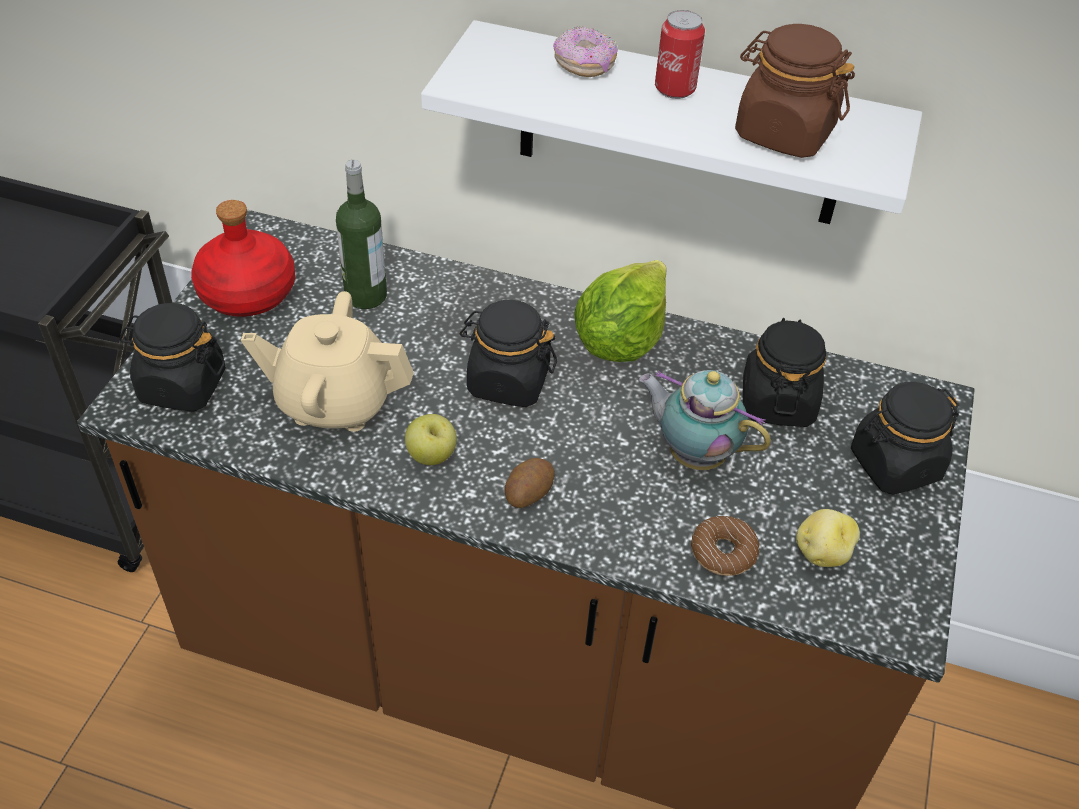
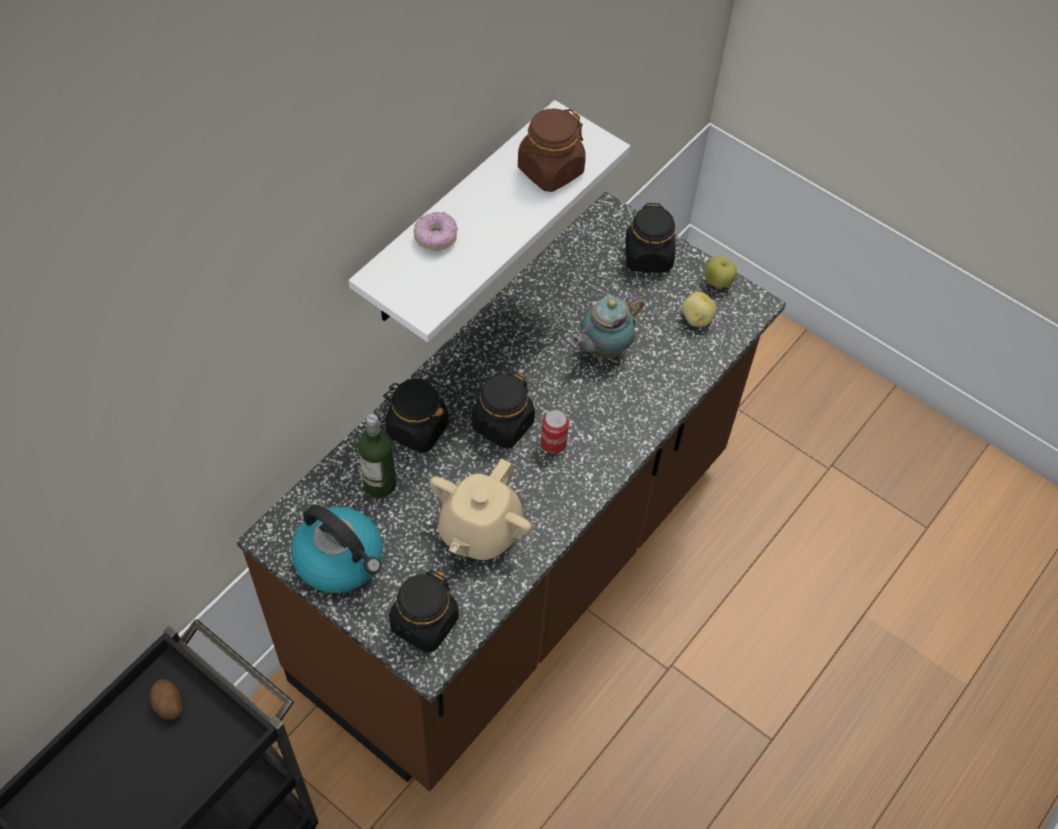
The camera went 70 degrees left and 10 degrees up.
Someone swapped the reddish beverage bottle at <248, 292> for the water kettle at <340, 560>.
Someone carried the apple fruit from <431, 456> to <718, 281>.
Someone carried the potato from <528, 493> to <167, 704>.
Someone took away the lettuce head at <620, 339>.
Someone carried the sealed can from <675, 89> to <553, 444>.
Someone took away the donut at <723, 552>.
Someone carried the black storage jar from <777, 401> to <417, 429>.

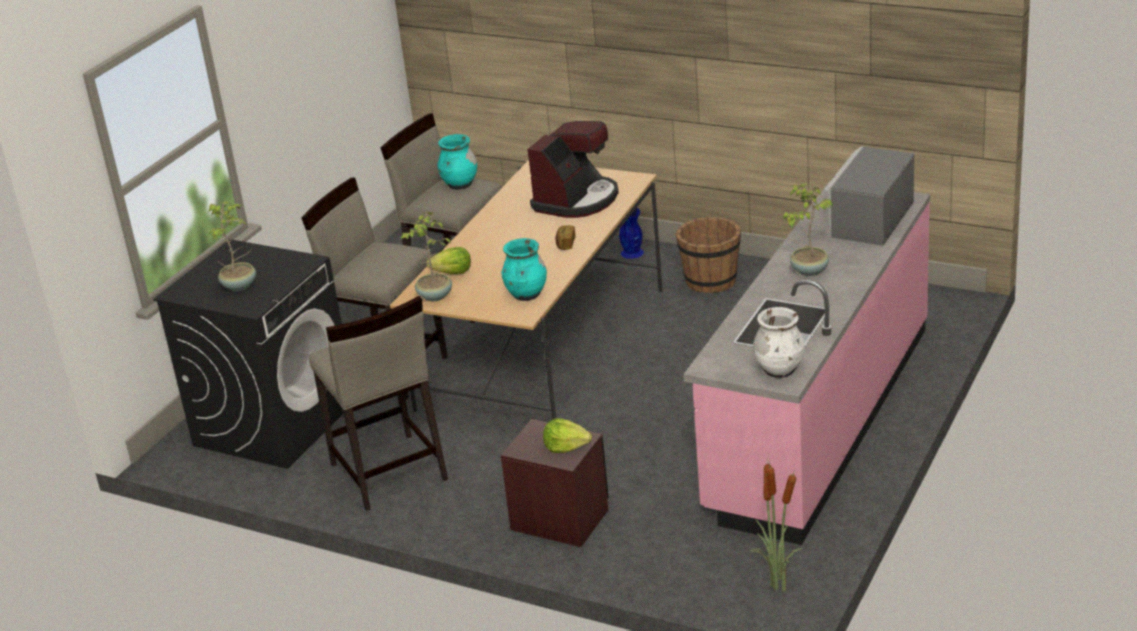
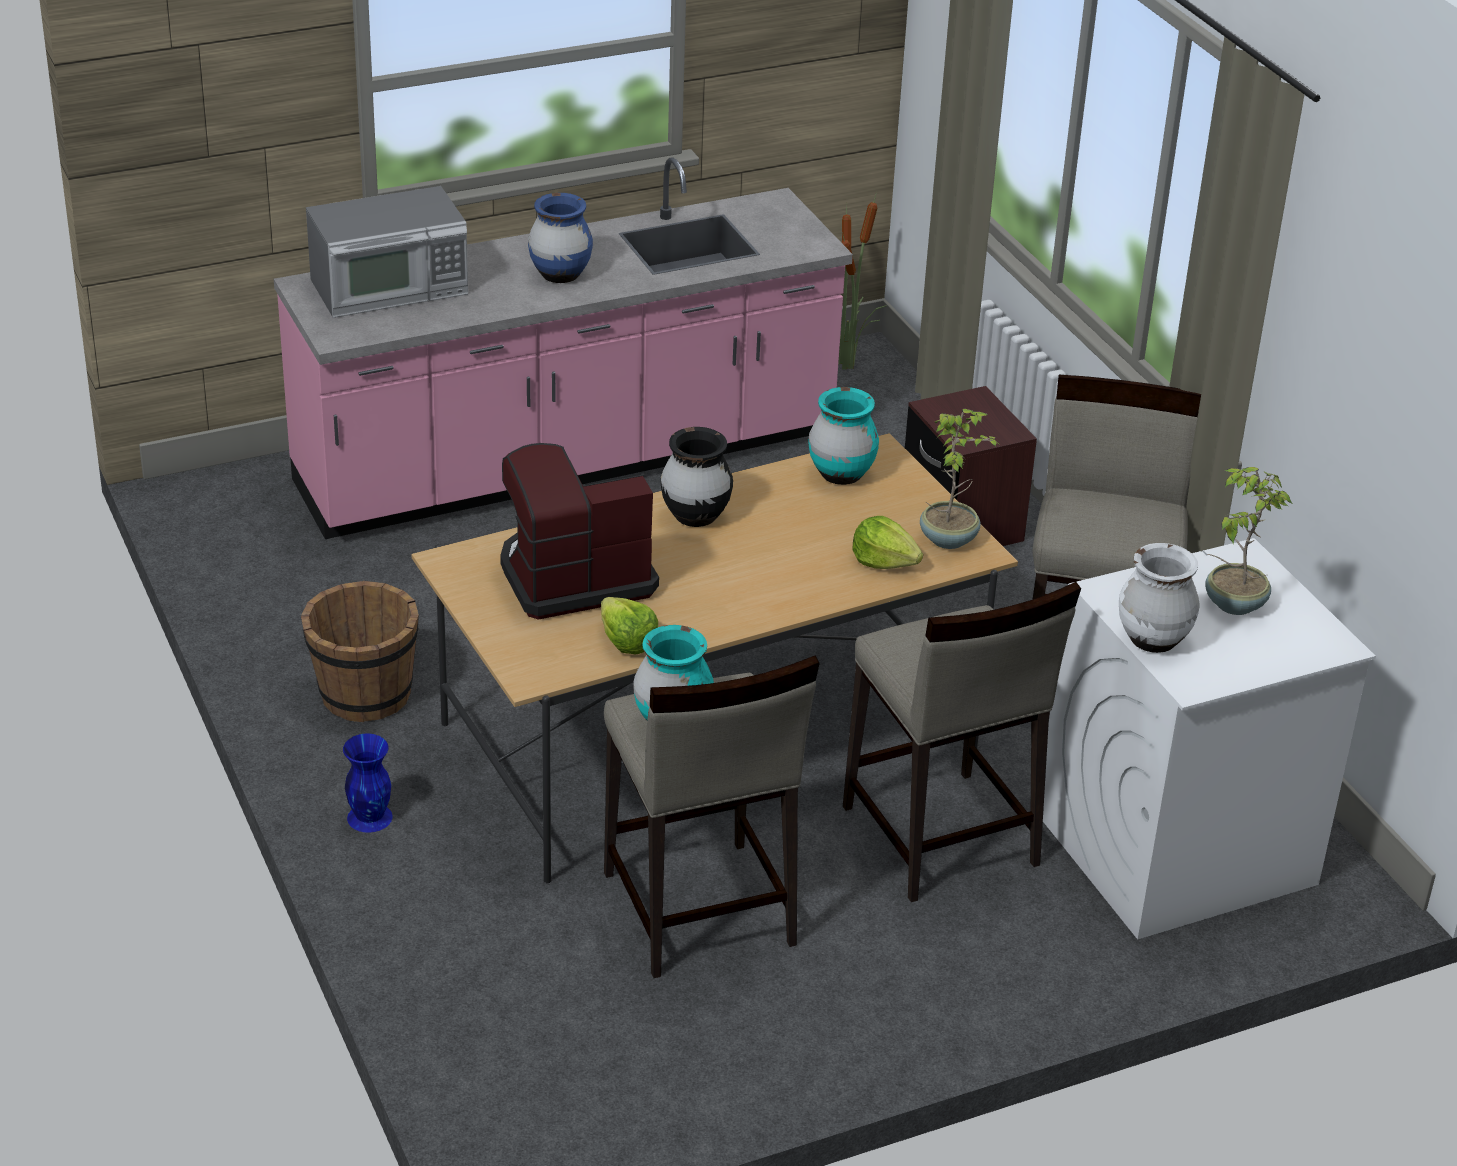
The camera went 145 degrees left and 5 degrees up.
Someone repainted the black laundry appliance at <275, 422>, which became the whitish laundry appliance at <1174, 849>.
Someone carried the lettuce head from <566, 446> to <627, 642>.
Someone swapped the bread at <565, 244> for the black flower vase at <695, 516>.
Someone carried the whitish flower vase from <779, 370> to <1152, 640>.
Someone swapped the houseplant at <808, 270> for the blue-coloured flower vase at <560, 275>.

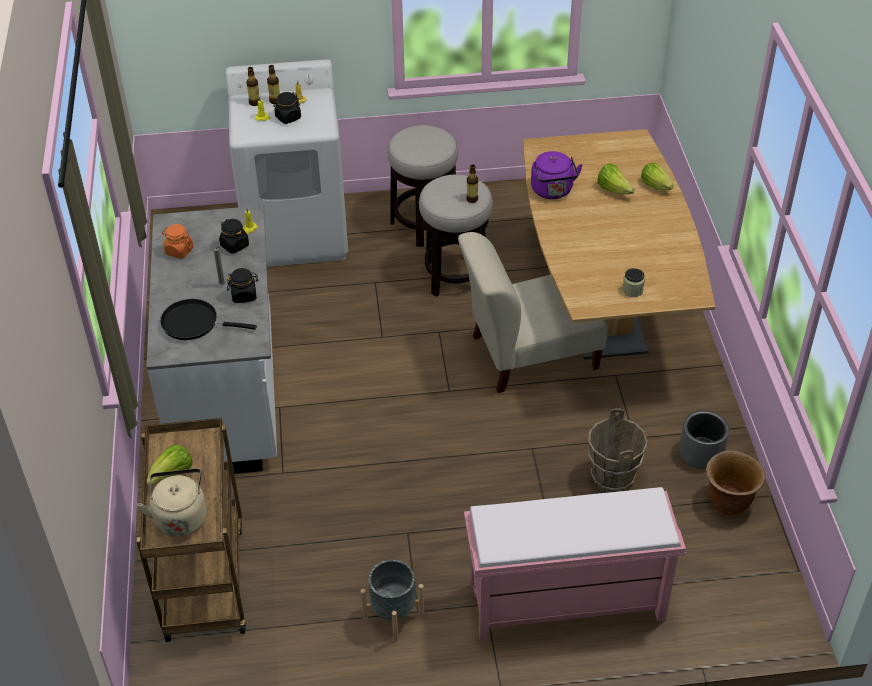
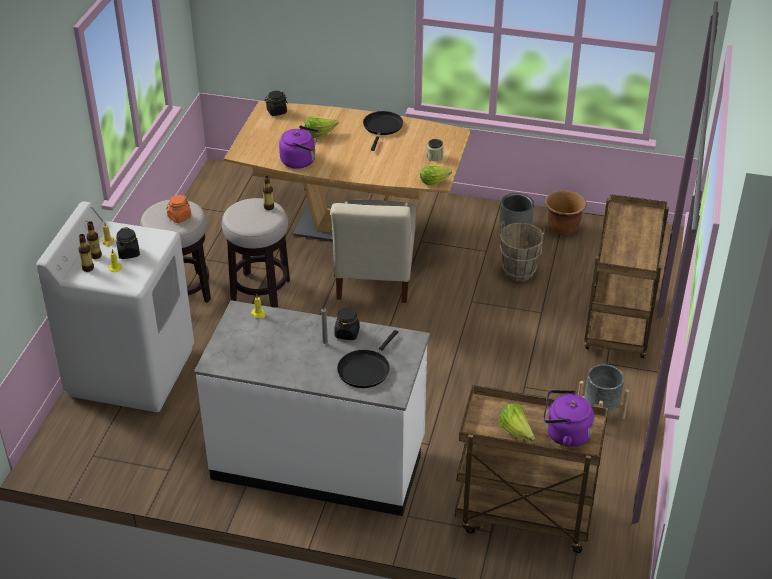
The camera went 70 degrees left and 5 degrees down.
Someone repainted the beige-coloured water kettle at <180, 517>, which became the purple-coloured water kettle at <564, 434>.
Someone carried the orange-coloured storage jar from <179, 251> to <179, 217>.
Someone carried the black storage jar from <234, 245> to <276, 111>.
Someone swapped the pinkish long seat at <565, 603> for the brown trolley at <619, 325>.
Someone carried the lettuce head from <657, 187> to <436, 181>.
Someone put down the black skillet at <382, 128>.

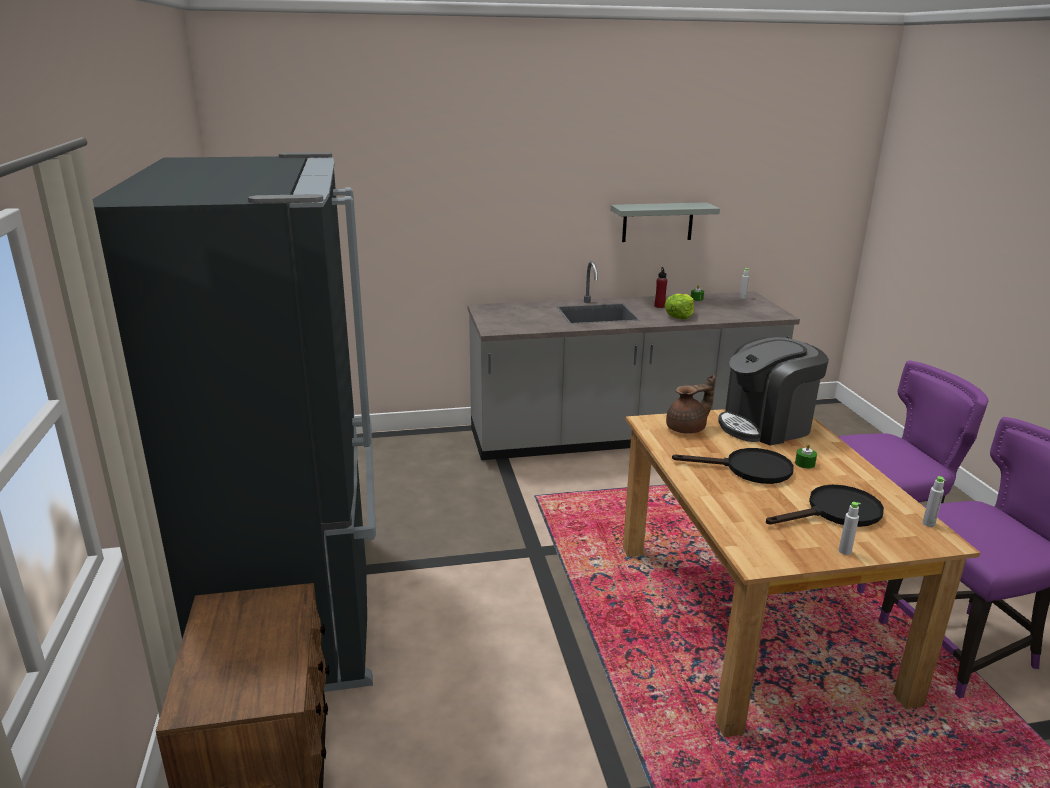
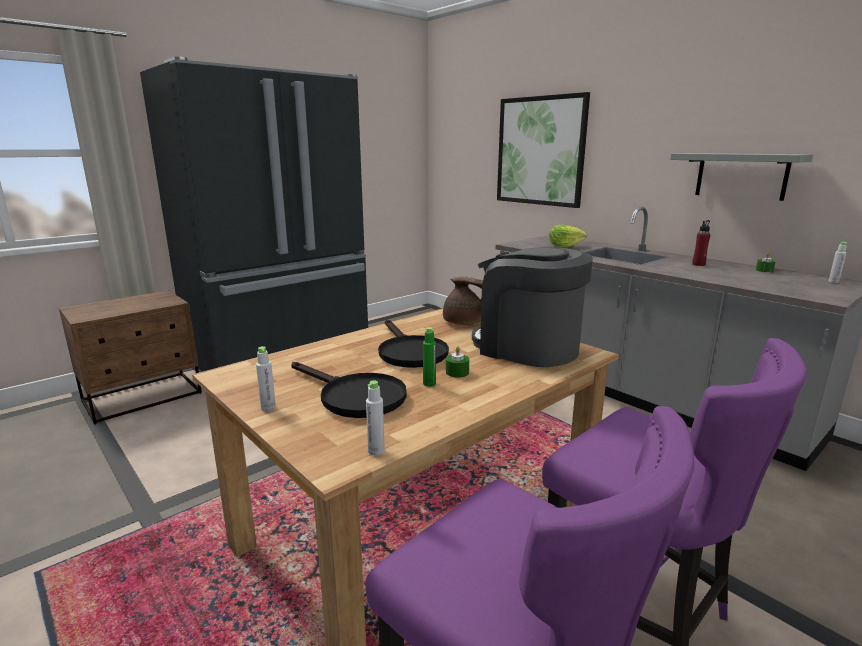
The camera went 60 degrees right and 5 degrees down.
Someone carried the lettuce head from <679, 316> to <564, 246>.
Someone put down the green-coloured beverage bottle at <429, 383>.
Someone put up the wall art at <540, 151>.

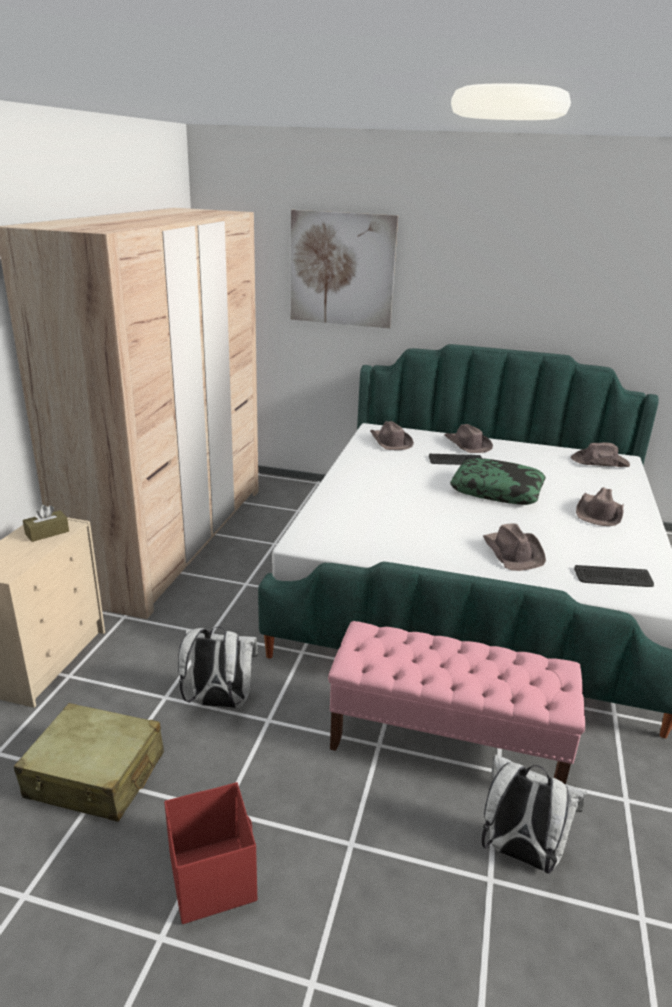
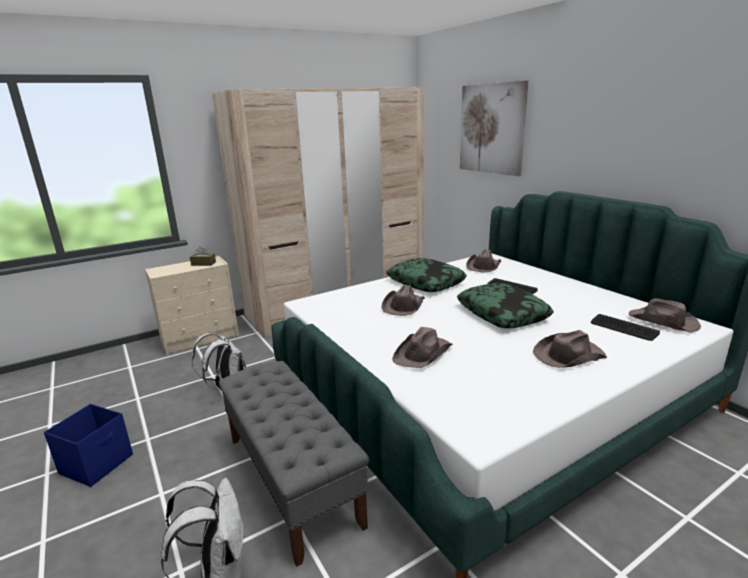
The camera went 45 degrees right and 5 degrees down.
Someone took away the beige-coloured travel case at <95, 776>.
Someone repainted the reddish storage bin at <213, 877>, which became the blue-coloured storage bin at <98, 464>.
Someone repainted the pinkish long seat at <447, 744>, which became the grey long seat at <292, 479>.
Someone carried the brown clothing hat from <467, 445> to <403, 306>.
Someone carried the keyboard from <613, 577> to <623, 328>.
Someone put down the throw pillow at <426, 282>.

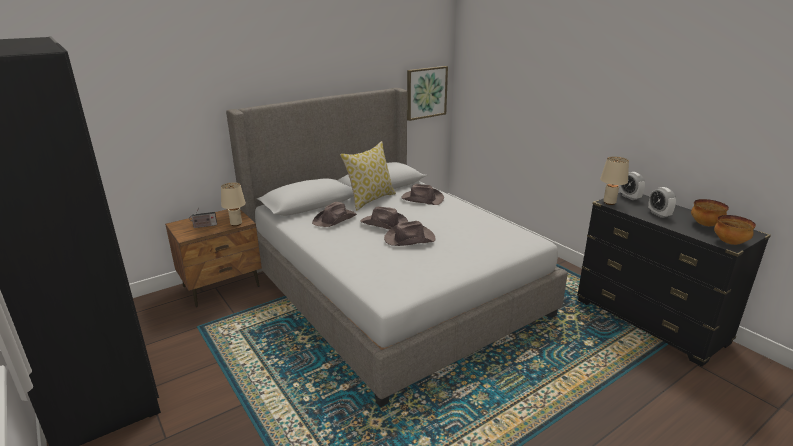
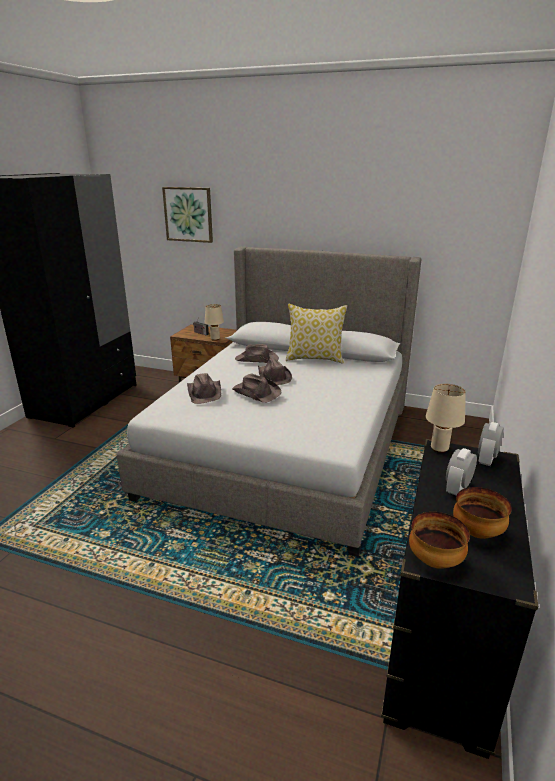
The camera went 55 degrees right and 0 degrees up.
Someone carried the brown clothing hat from <422, 199> to <205, 392>.
Someone carried the wall art from <426, 92> to <188, 214>.

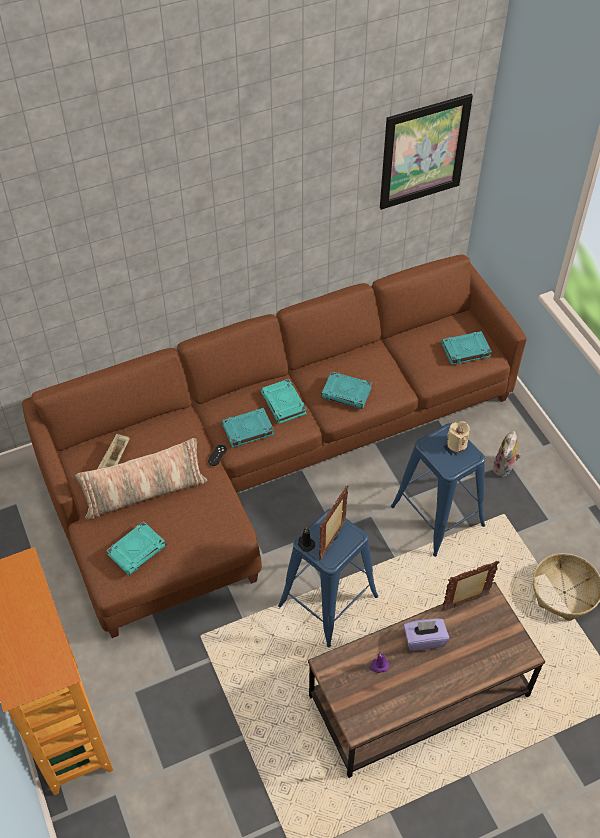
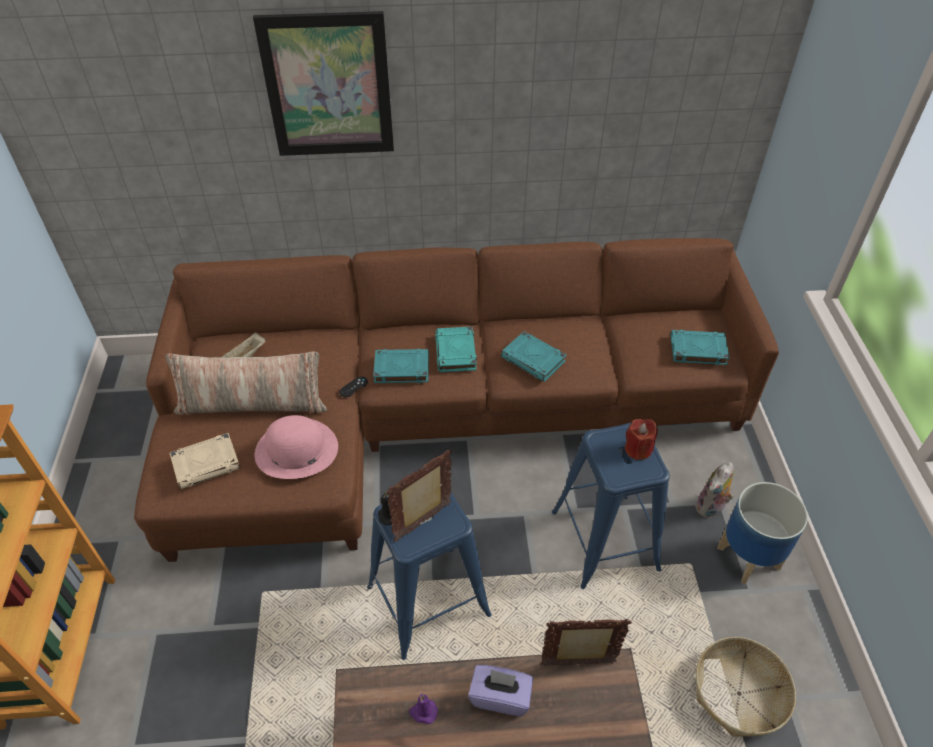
The camera went 20 degrees right and 5 degrees down.
Someone repainted the turquoise-coloured bound book at <137, 550>, which became the beige-coloured bound book at <207, 464>.
Someone carried the wall art from <423, 152> to <328, 86>.
Someone repainted the beige-coloured wax candle at <457, 444>, which became the reddish wax candle at <638, 449>.
Someone put down the pinkish clothing hat at <296, 450>.
Someone put down the plant pot at <749, 557>.

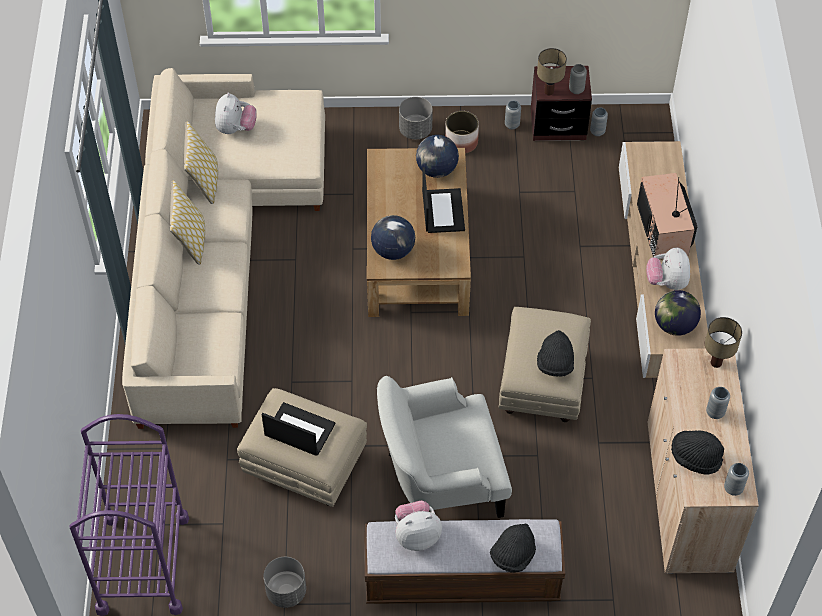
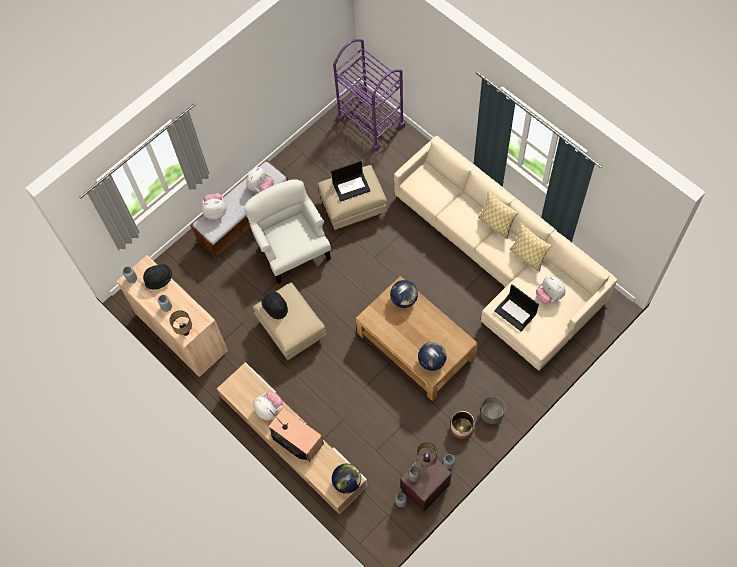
The camera went 140 degrees right and 10 degrees up.
Someone took away the grey plant pot at <286, 591>.
Someone rotated the whitish armchair at <440, 481> by 60 degrees counterclockwise.
Someone carried the portable computer from <442, 210> to <516, 312>.
Someone swapped the black clothing hat at <513, 555> for the cuddly toy at <215, 211>.
Someone carried the world globe from <674, 325> to <347, 482>.

